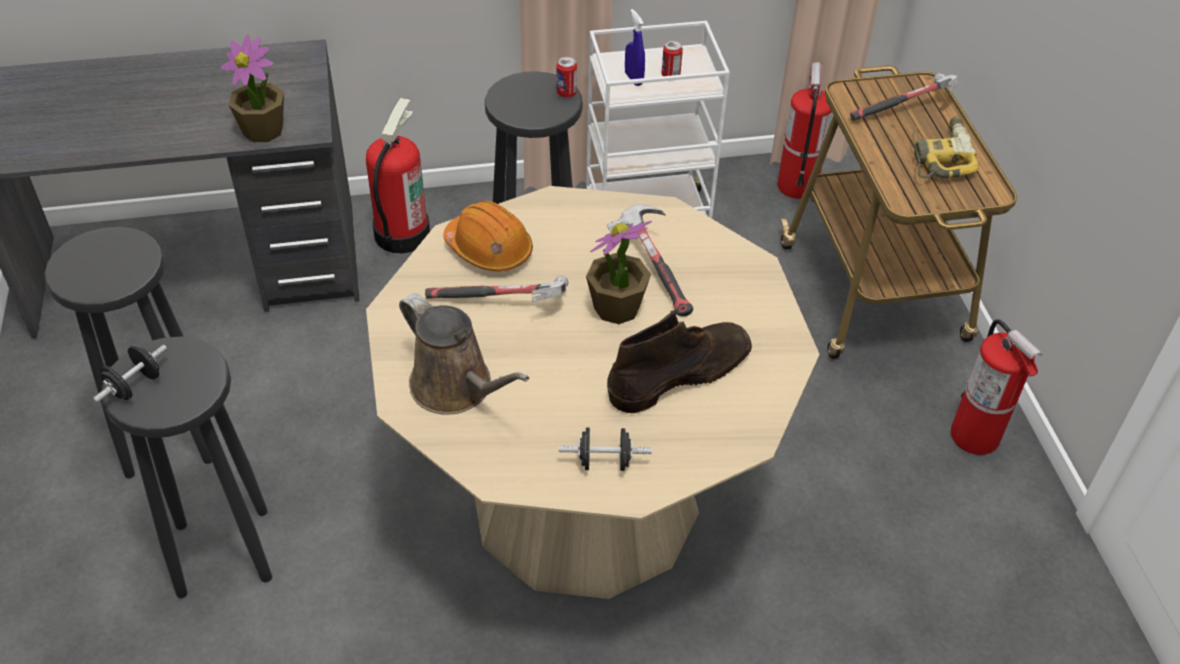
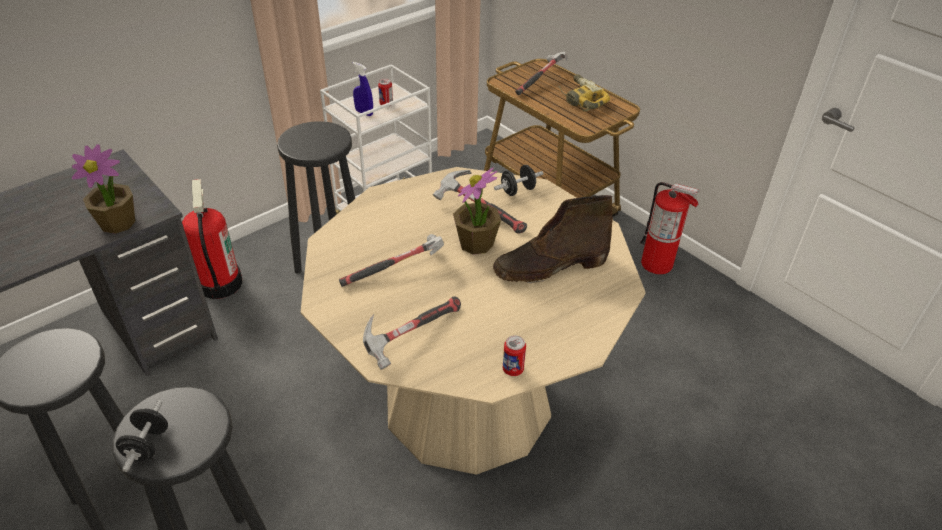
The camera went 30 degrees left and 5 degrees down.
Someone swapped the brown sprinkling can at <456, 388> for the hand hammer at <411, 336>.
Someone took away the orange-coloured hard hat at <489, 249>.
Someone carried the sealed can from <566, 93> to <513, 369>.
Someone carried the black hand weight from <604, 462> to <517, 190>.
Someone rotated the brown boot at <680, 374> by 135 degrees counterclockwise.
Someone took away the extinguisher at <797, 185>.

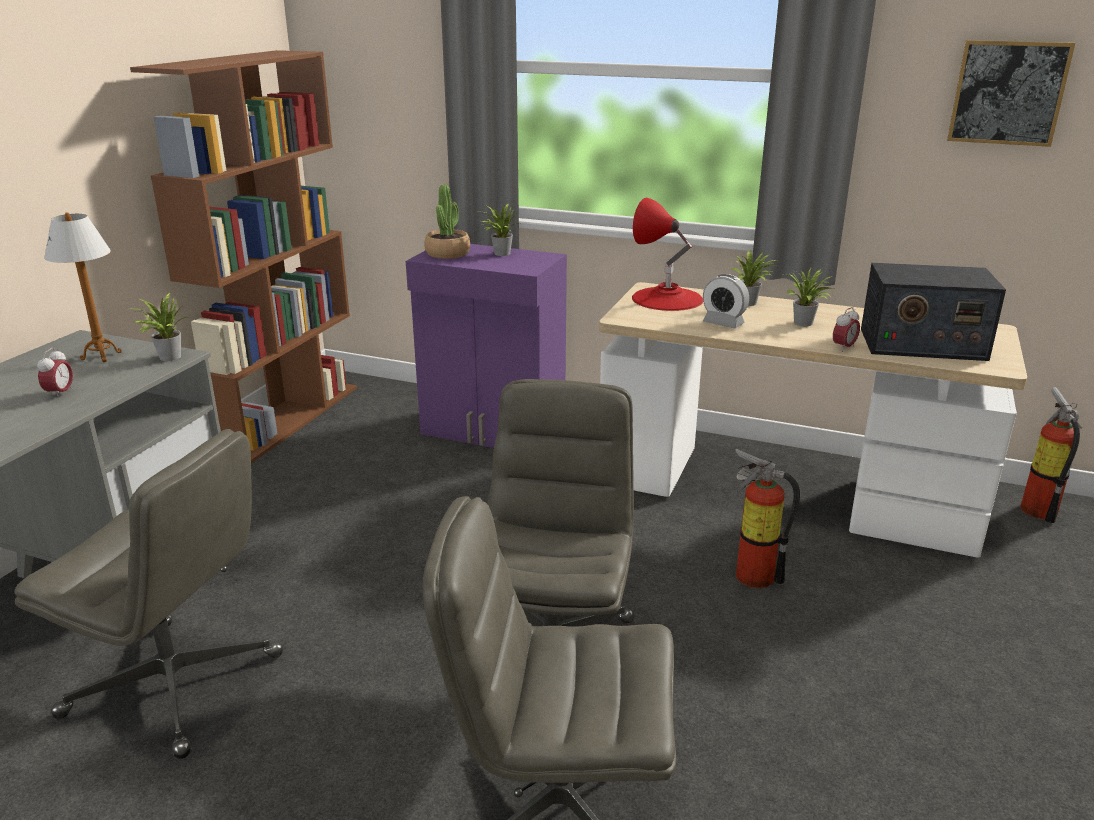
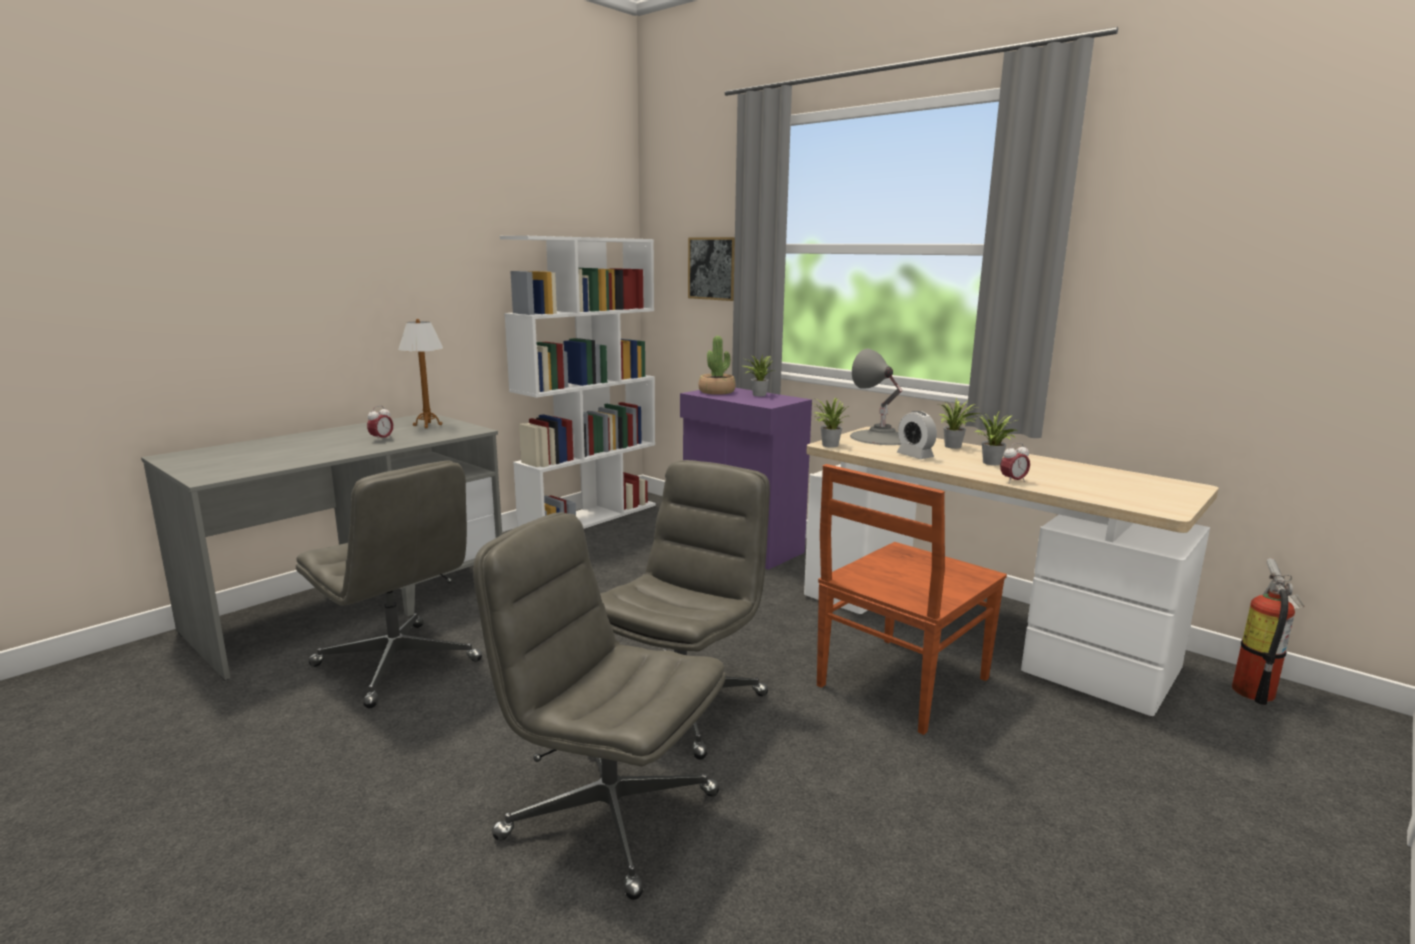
The camera went 20 degrees right and 10 degrees down.
Someone repainted the brown shelving unit at <285, 418>, which became the whitish shelving unit at <590, 517>.
Someone carried the houseplant from <167, 357> to <827, 445>.
Someone repainted the reddish tabletop lamp at <667, 298>, which became the grey tabletop lamp at <881, 437>.
Someone swapped the extinguisher at <750, 573> for the brown plain chair at <900, 683>.
Someone took away the radio set at <921, 344>.
Someone carried the wall art from <1008, 93> to <713, 268>.

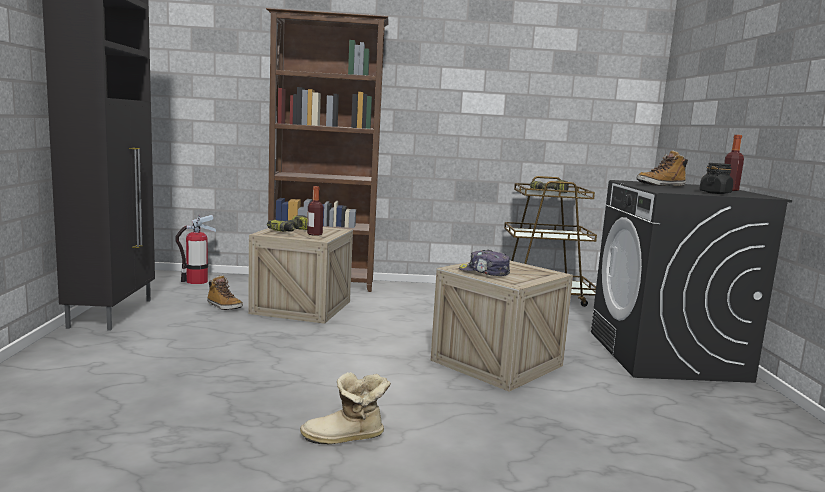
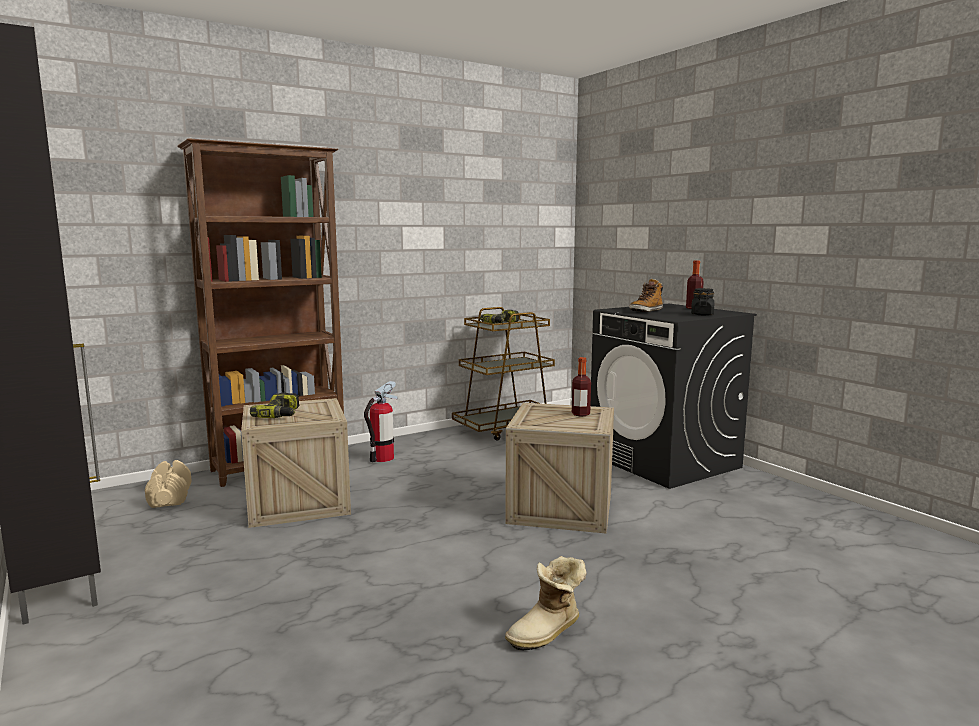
The camera went 30 degrees left and 0 degrees up.
Someone carried the extinguisher from <196, 281> to <382, 458>.
Someone took away the boot at <224, 306>.
Someone carried the beverage bottle from <314, 234> to <580, 414>.
Someone took away the peaked cap at <484, 272>.
Someone put down the beige-coloured hand weight at <170, 497>.

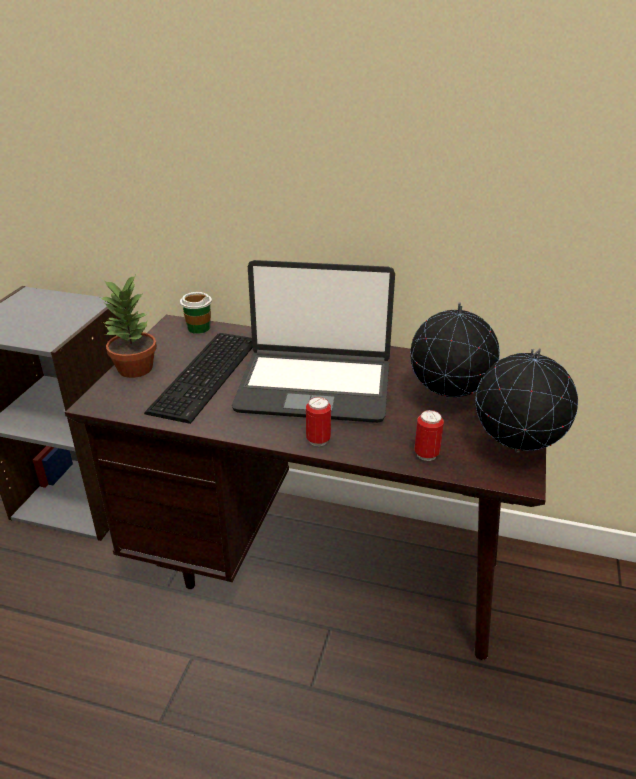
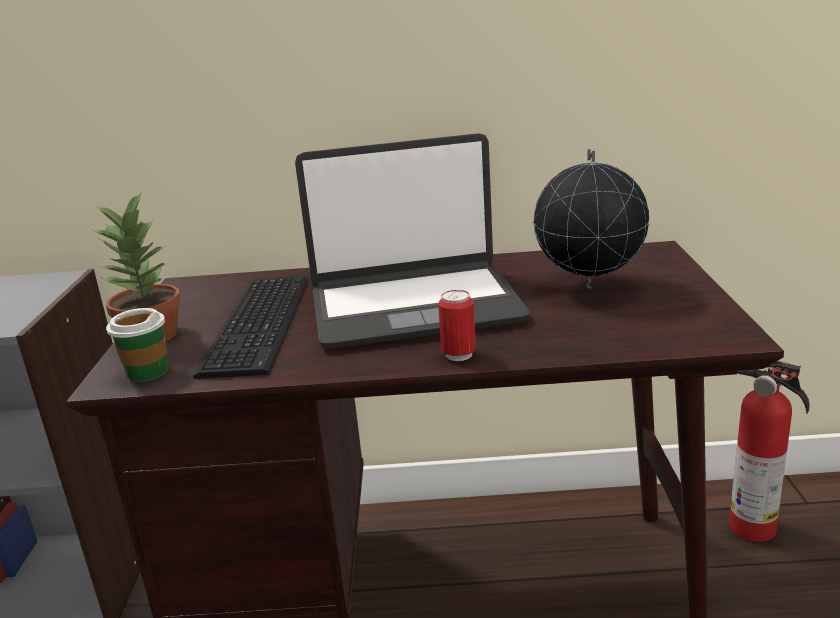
The camera went 15 degrees left and 10 degrees down.
Someone carried the small cup from <198, 328> to <147, 372>.
Someone took away the sealed can at <426, 454>.
Someone took away the world globe at <515, 451>.
Someone put down the extinguisher at <755, 528>.

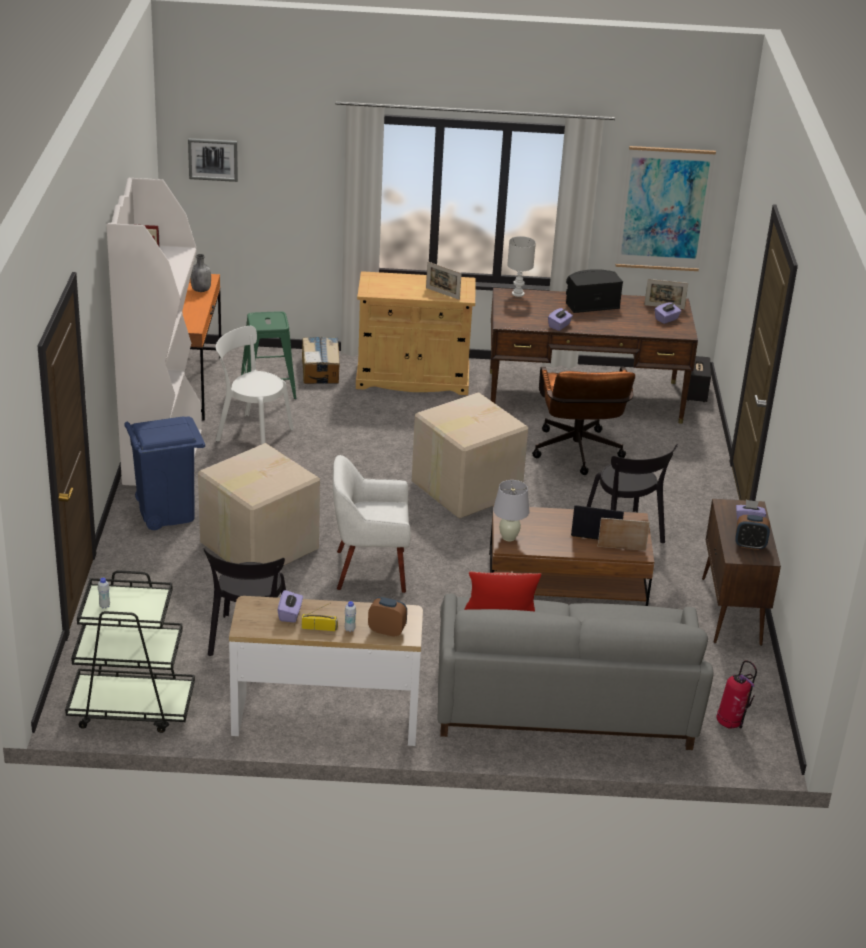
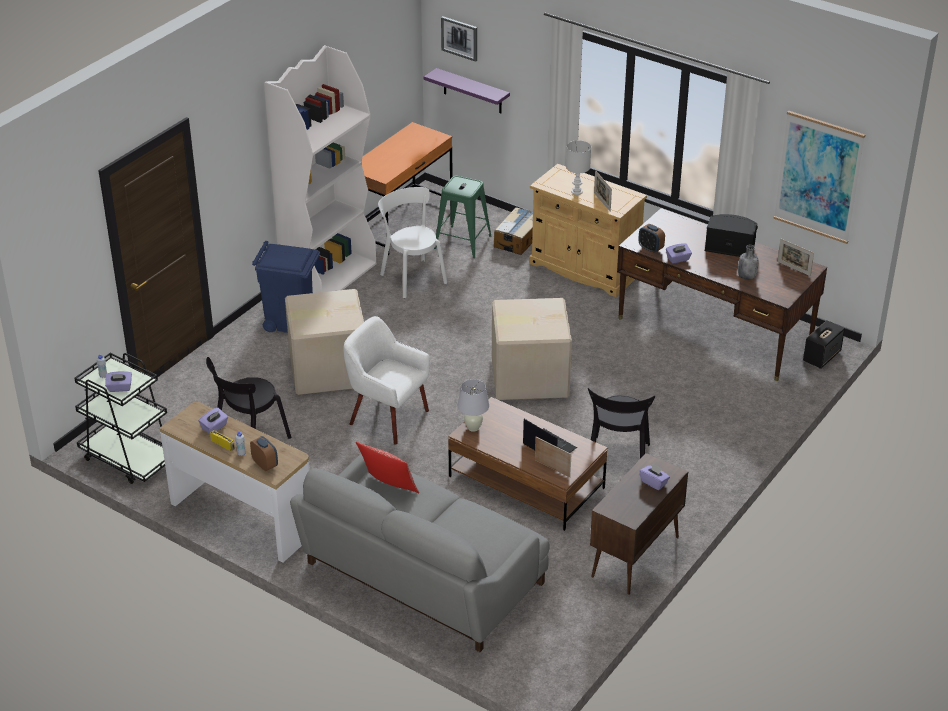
The camera went 35 degrees right and 5 degrees up.
Someone carried the grey beverage bottle from <201, 290> to <746, 277>.
Someone carried the whitish tabletop lamp from <517, 294> to <576, 191>.
Someone took away the brown computer chair at <577, 455>.
Someone carried the purple-coloured box of tissues from <666, 319> to <119, 388>.
Someone took away the extinguisher at <731, 724>.
Someone carried the table clock from <750, 545> to <650, 248>.
Someone put up the purple-coloured wall shelf at <472, 91>.

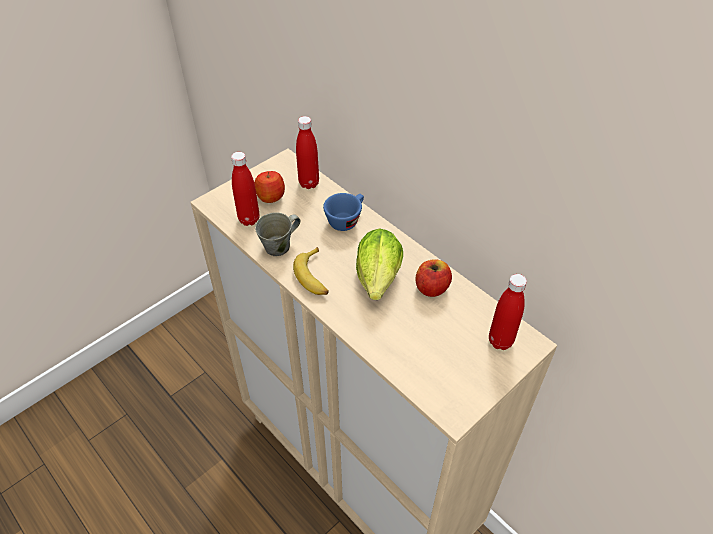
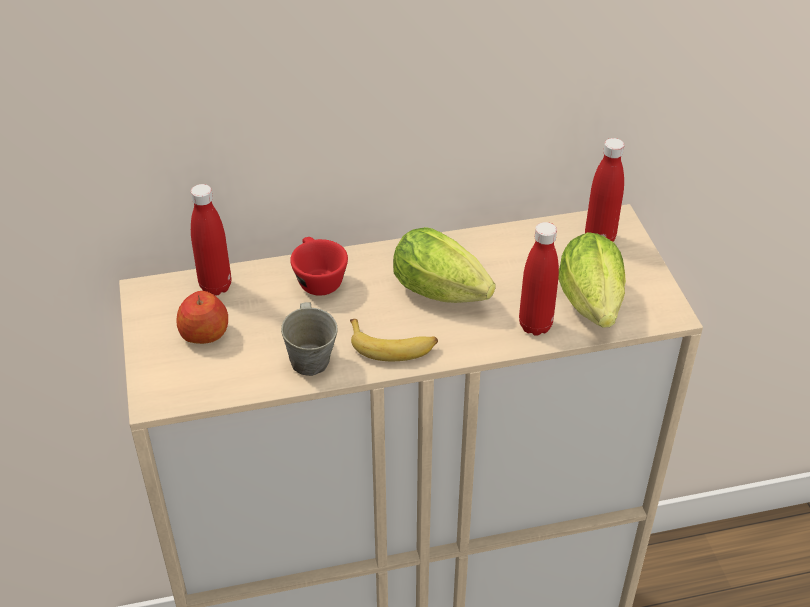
The camera went 60 degrees left and 5 degrees down.
Someone carried the reddish beverage bottle from <249, 219> to <535, 325>.
Someone repainted the blue-coloured small cup at <346, 219>, which became the reddish small cup at <317, 279>.
Someone took away the apple fruit at <431, 288>.
Someone put down the lettuce head at <592, 308>.

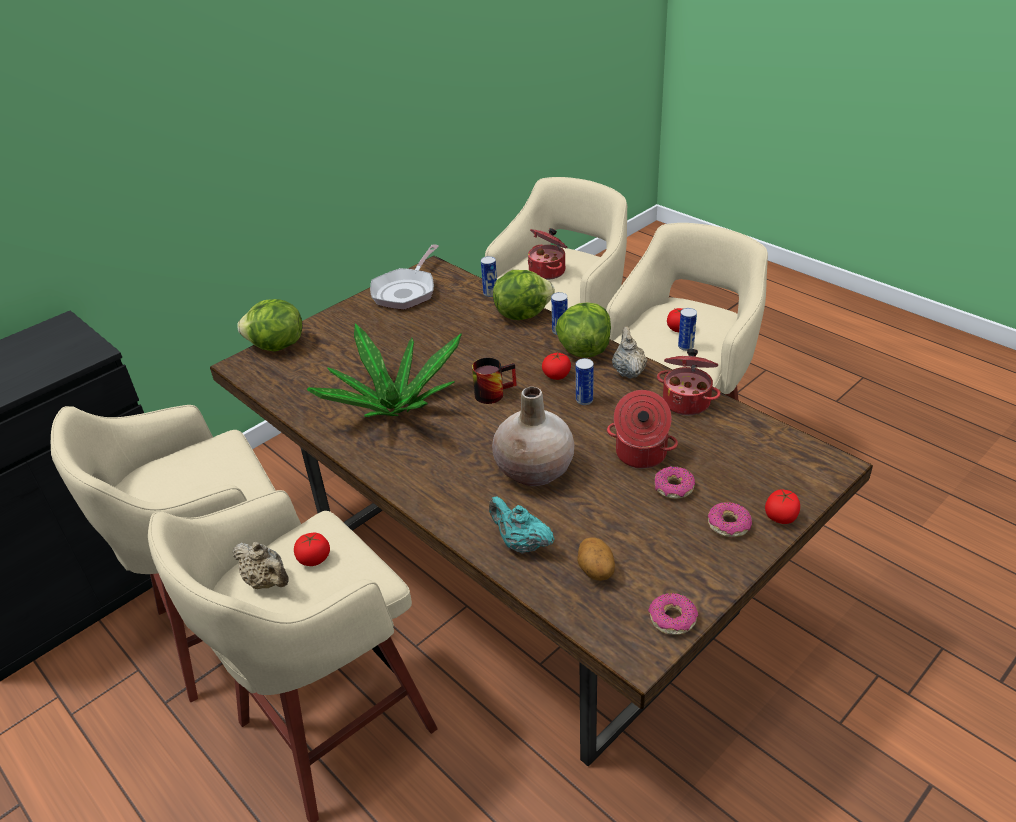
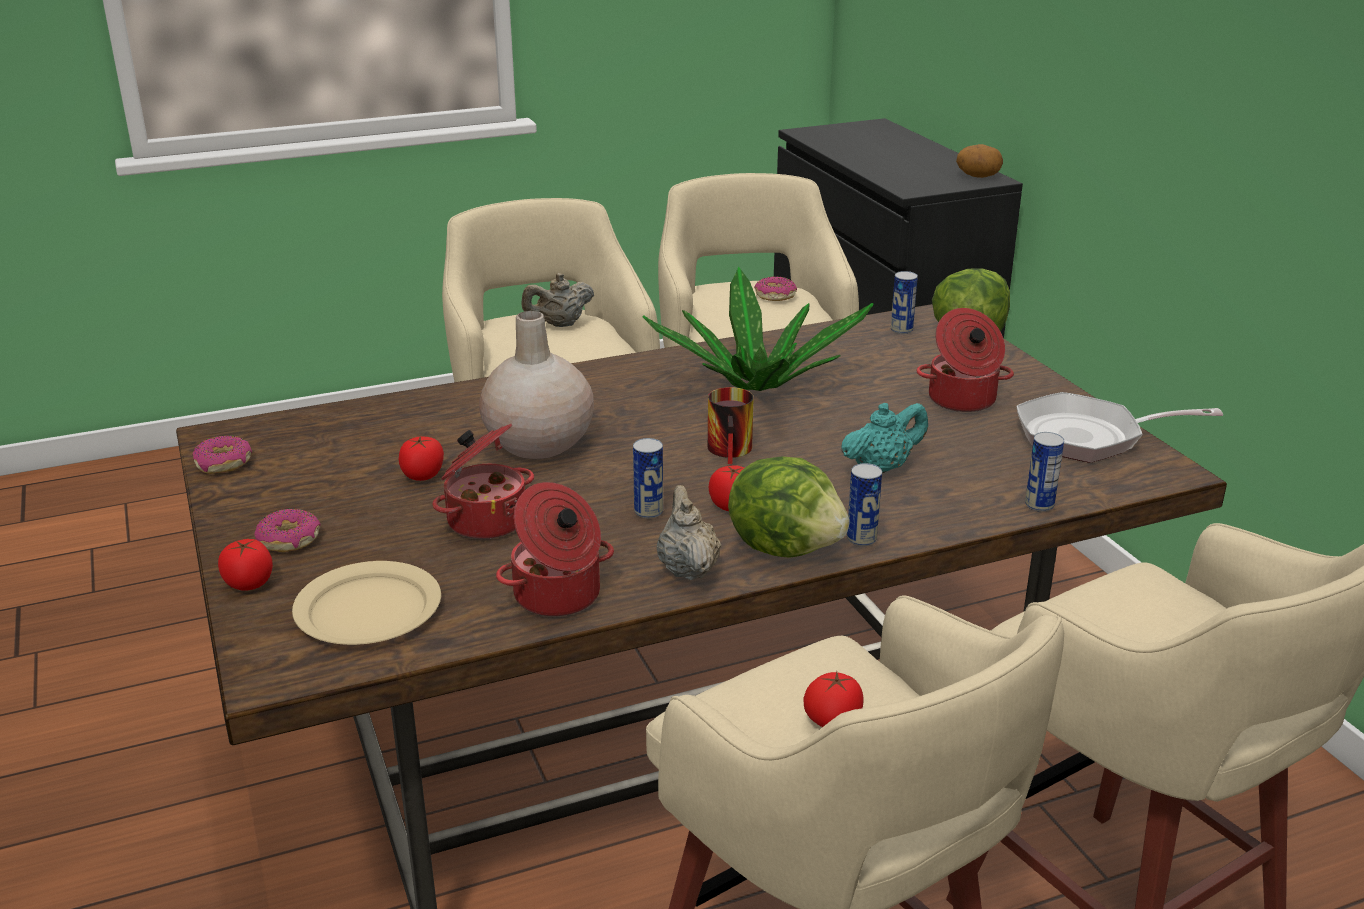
The camera went 110 degrees right and 10 degrees down.
Someone carried the fresh tomato from <314, 558> to <422, 475>.
Someone rotated the skillet at <406, 291> by 45 degrees counterclockwise.
Someone carried the turquoise-coloured teapot from <521, 544> to <881, 468>.
Someone took away the lettuce head at <522, 314>.
Someone carried the stockpot from <548, 271> to <962, 400>.
Someone carried the potato from <595, 571> to <977, 176>.
Someone rotated the beige-coloured teapot at <628, 371> by 120 degrees counterclockwise.
Someone carried the donut from <673, 488> to <775, 296>.
Someone carried the sealed can from <685, 346> to <901, 330>.
Someone put down the beige-coloured plate at <369, 608>.

